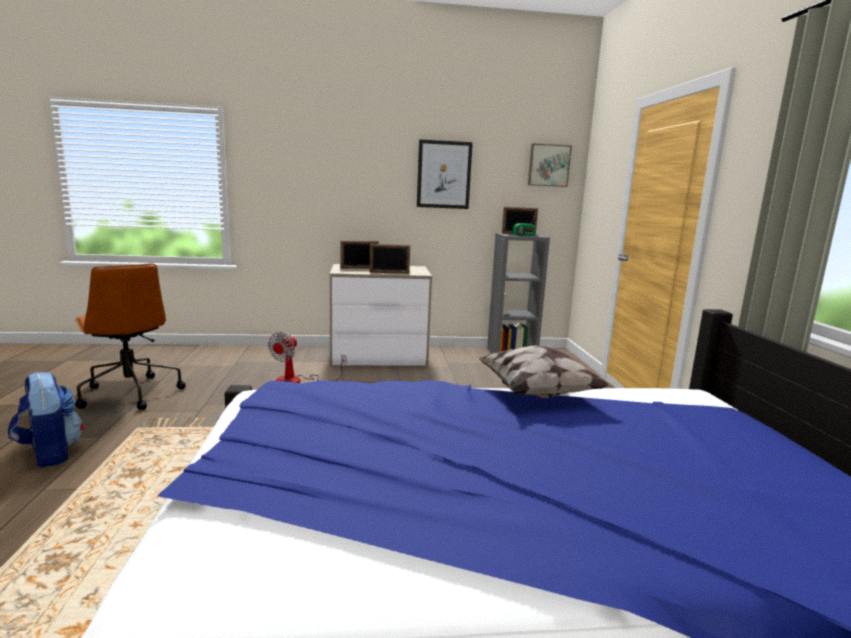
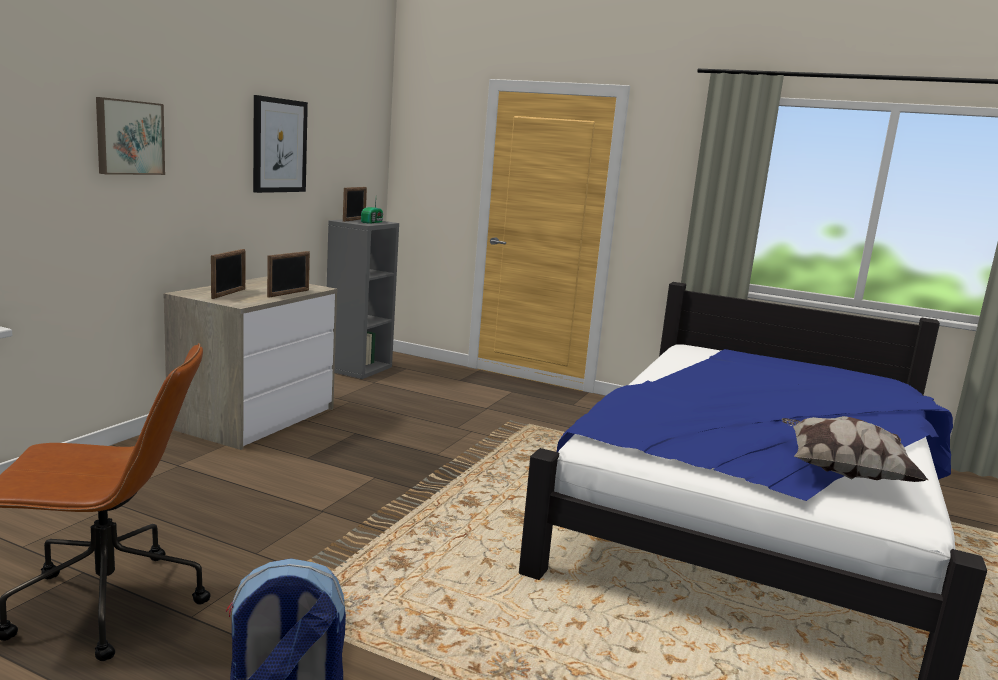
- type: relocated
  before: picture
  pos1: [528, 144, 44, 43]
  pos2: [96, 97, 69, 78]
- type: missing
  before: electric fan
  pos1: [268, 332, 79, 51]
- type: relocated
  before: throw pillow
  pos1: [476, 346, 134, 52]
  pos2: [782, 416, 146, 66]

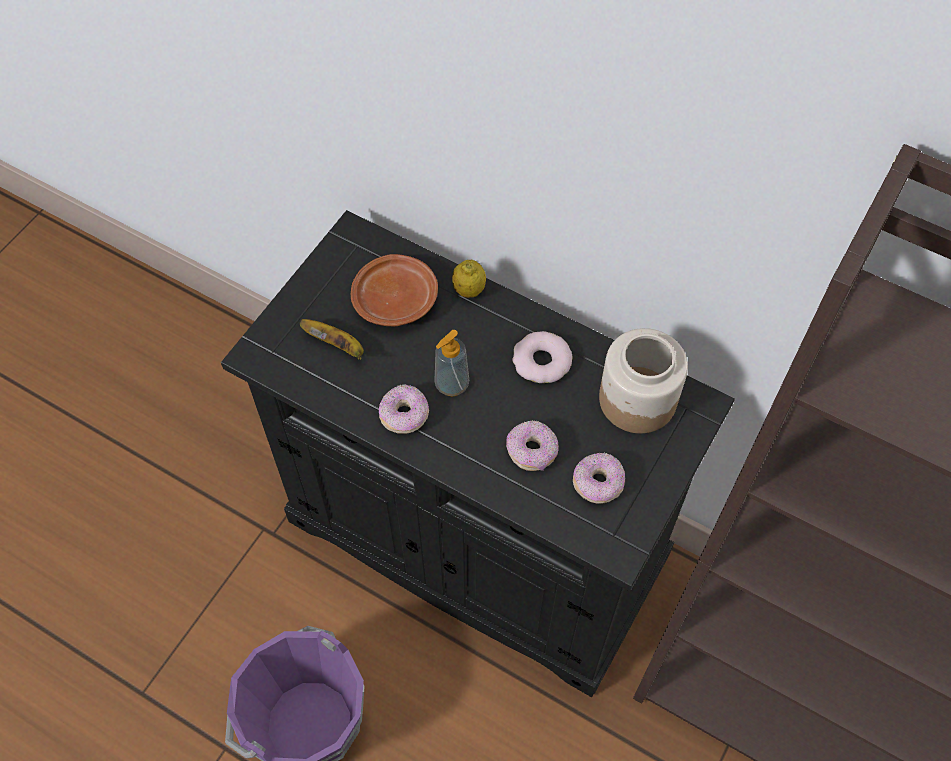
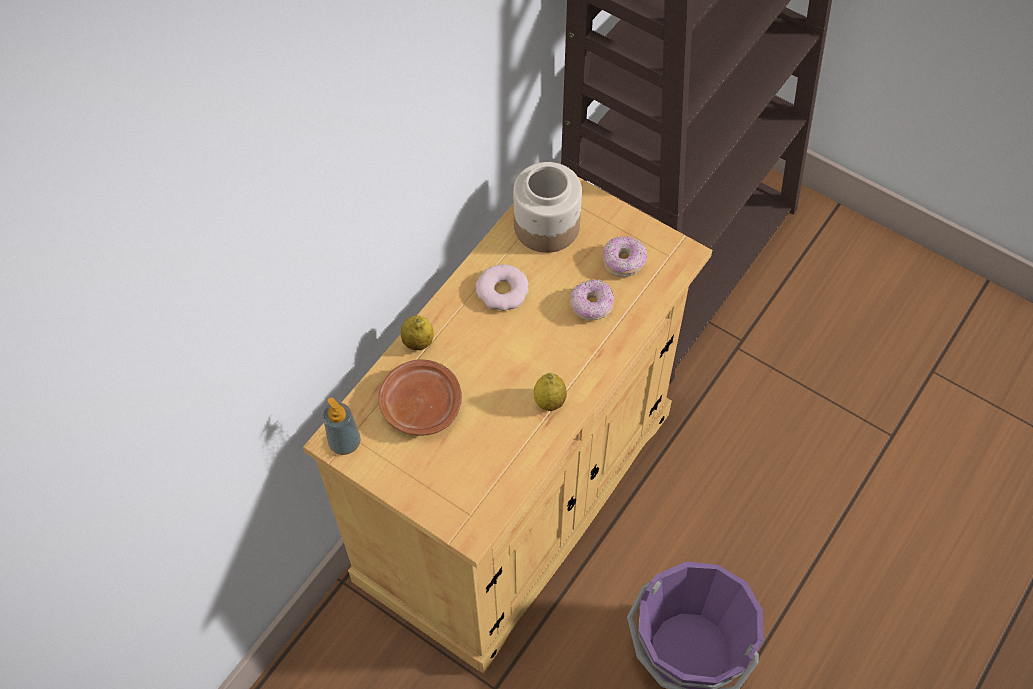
- type: colour
  before: storage cabinet in blackish
  after: storage cabinet in beige
  pos1: [221, 210, 514, 487]
  pos2: [303, 177, 409, 496]
- type: missing
  before: whole banana
  pos1: [299, 319, 65, 41]
- type: relocated
  before: liquid soap bottle
  pos1: [434, 330, 35, 66]
  pos2: [323, 397, 38, 58]
- type: exchanged
  before: ring doughnut
  after: lemon
  pos1: [379, 384, 50, 50]
  pos2: [534, 373, 33, 38]

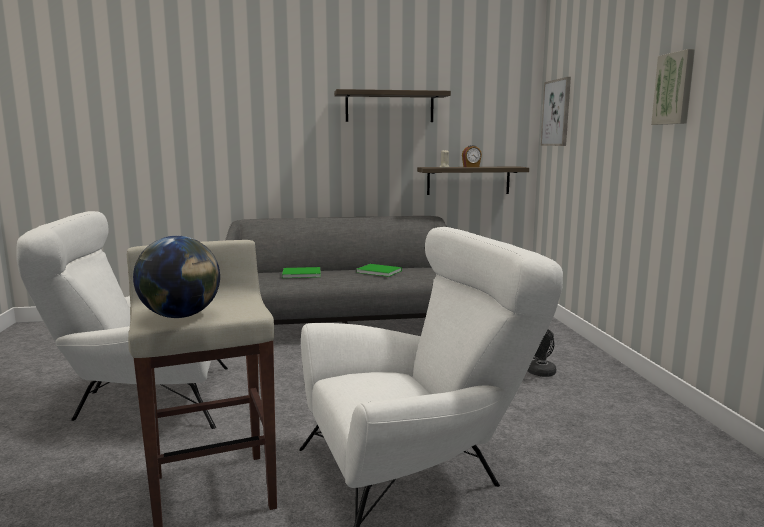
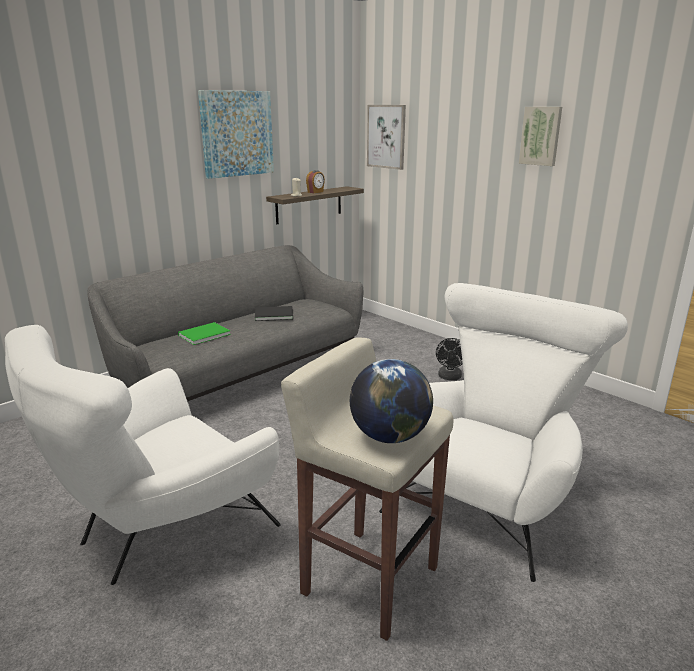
- type: exchanged
  before: bracket shelf
  after: picture
  pos1: [334, 89, 117, 33]
  pos2: [198, 90, 76, 89]
- type: colour
  before: book in green
  after: book in blackish
  pos1: [356, 264, 46, 13]
  pos2: [255, 306, 38, 15]

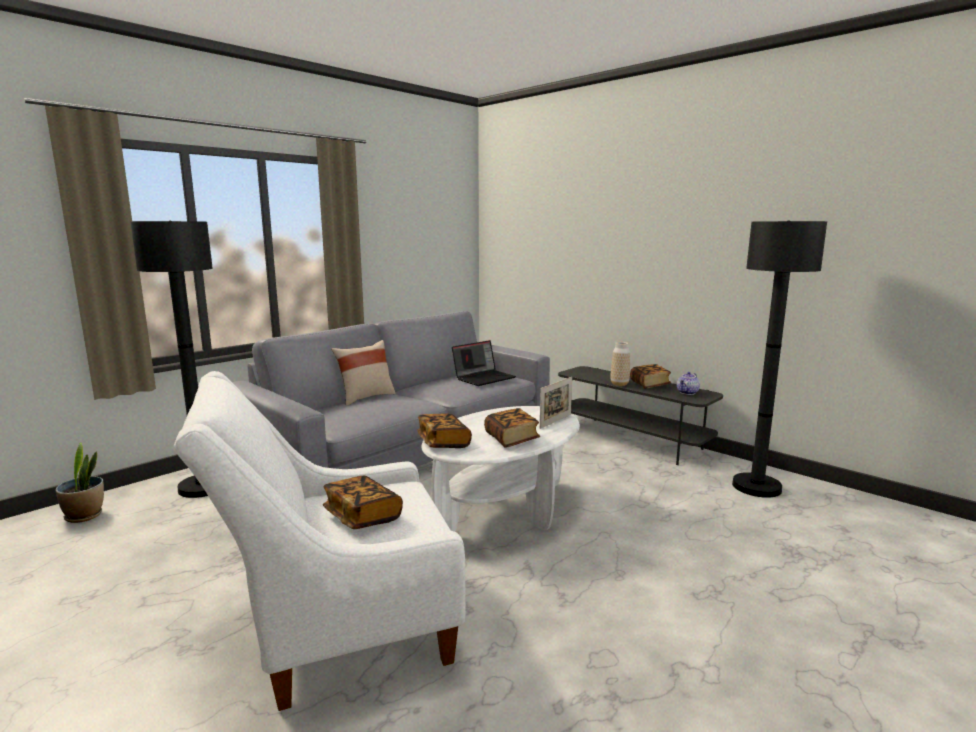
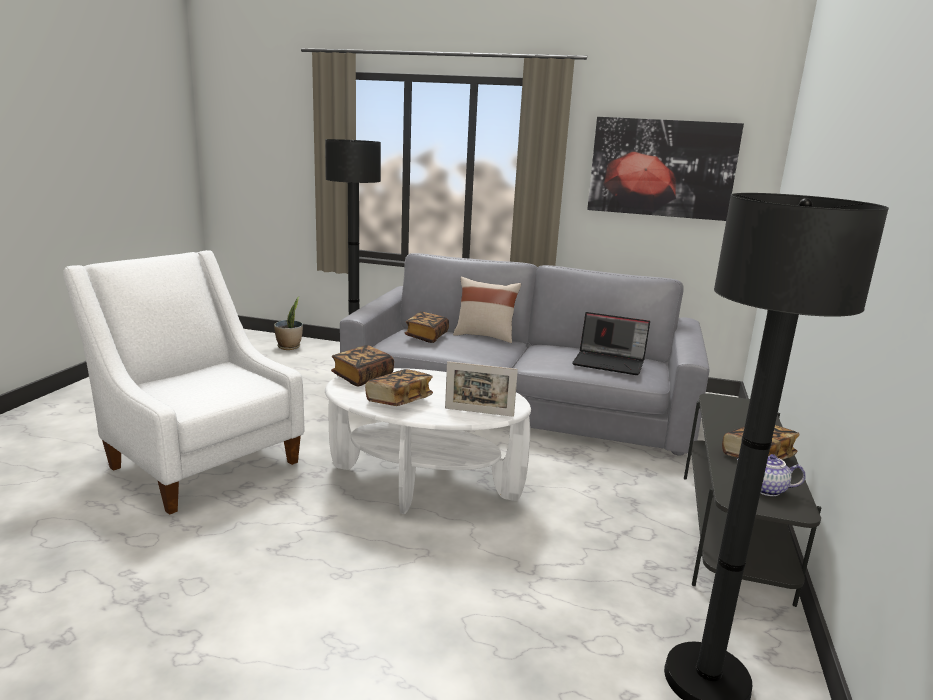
- type: missing
  before: vase
  pos1: [610, 342, 20, 44]
- type: relocated
  before: book
  pos1: [323, 476, 80, 53]
  pos2: [405, 312, 44, 31]
- type: appeared
  after: picture
  pos2: [587, 117, 157, 104]

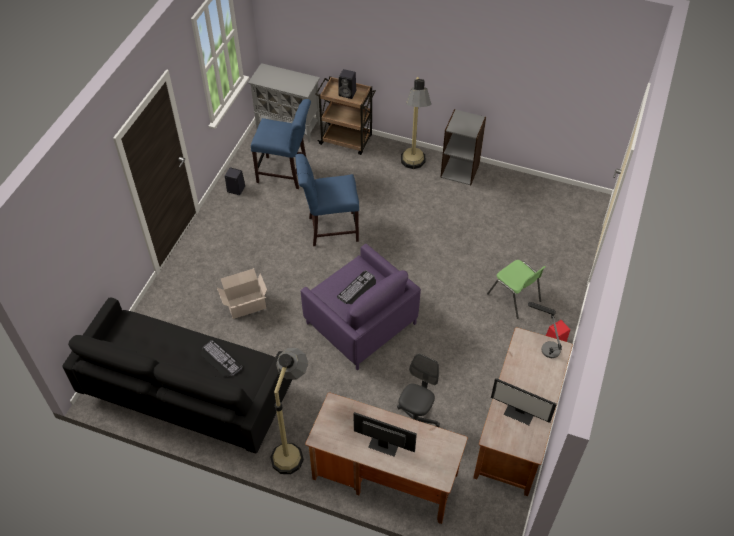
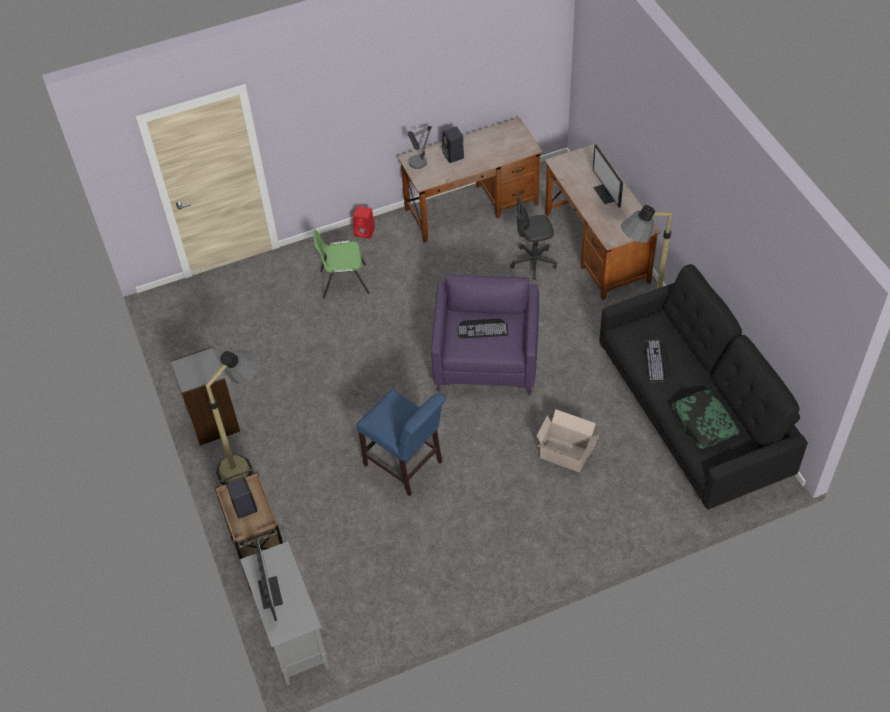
- type: missing
  before: upright chair in bluish
  pos1: [251, 99, 60, 90]
- type: relocated
  before: audio speaker in blackish
  pos1: [225, 167, 20, 28]
  pos2: [442, 127, 22, 36]
- type: spun
  before: upright chair in green
  pos1: [487, 260, 58, 59]
  pos2: [313, 230, 57, 69]
  turn: -105
- type: relocated
  before: computer screen
  pos1: [491, 378, 66, 47]
  pos2: [254, 535, 29, 86]
- type: appeared
  after: throw pillow
  pos2: [671, 390, 68, 59]

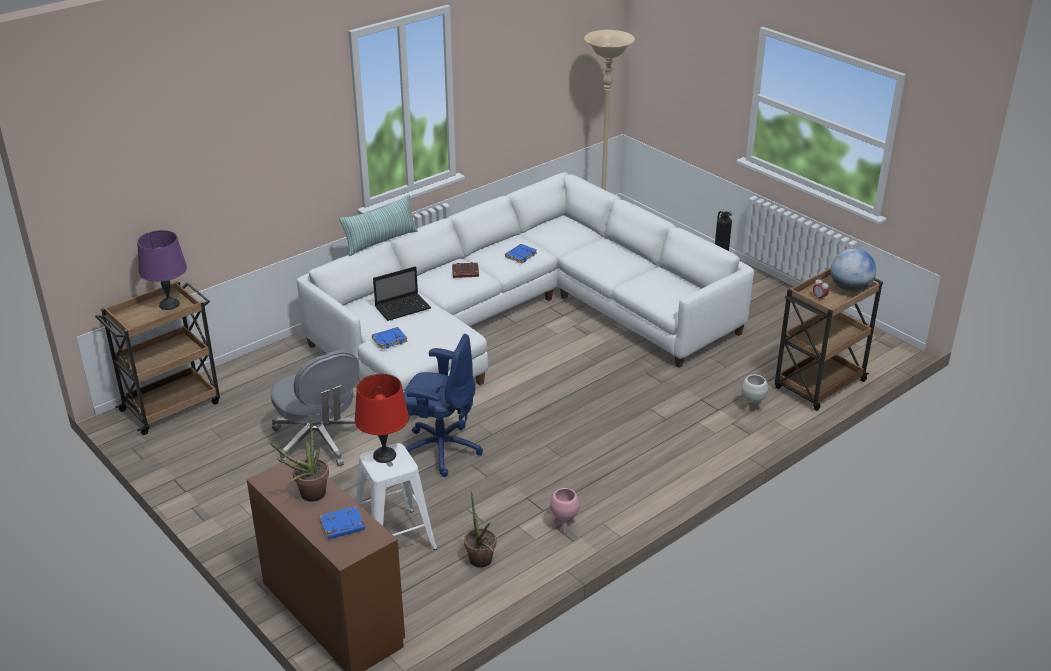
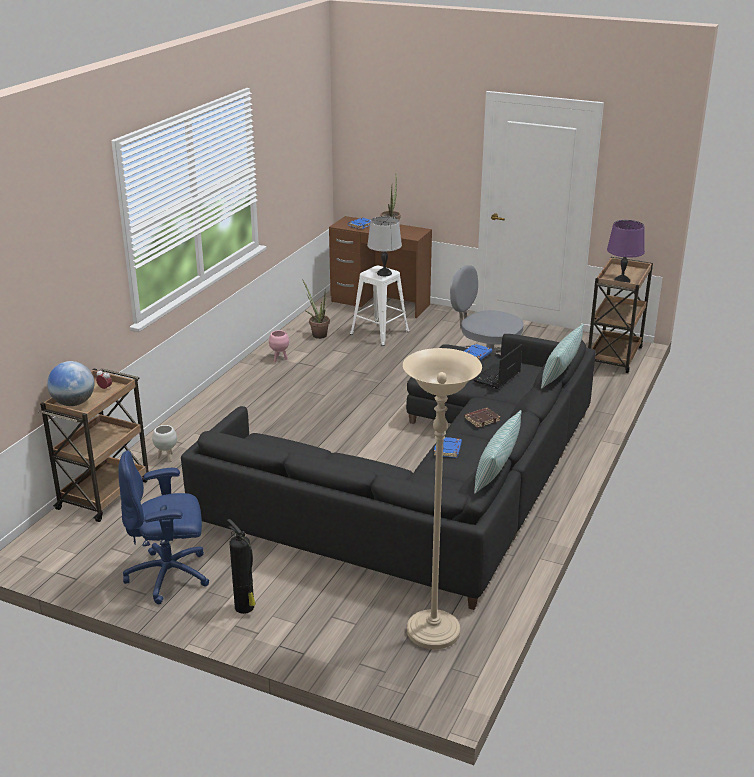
- type: colour
  before: sofa in white
  after: sofa in blackish
  pos1: [297, 172, 457, 221]
  pos2: [181, 334, 415, 276]
- type: relocated
  before: office chair in bluish
  pos1: [404, 334, 79, 143]
  pos2: [118, 450, 91, 154]
- type: colour
  before: lamp for a table in reddish
  after: lamp for a table in grey
  pos1: [355, 374, 54, 89]
  pos2: [367, 216, 35, 60]
- type: appeared
  after: throw pillow
  pos2: [474, 410, 48, 84]

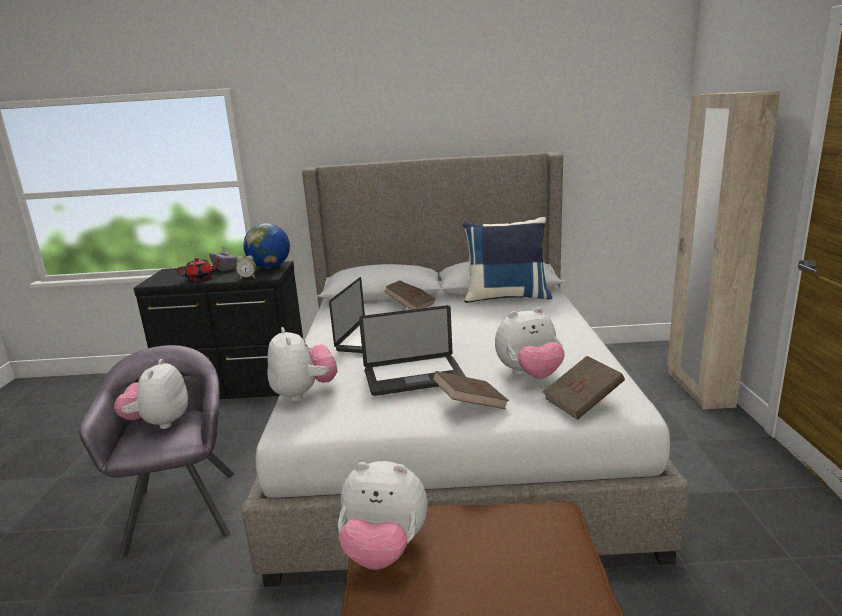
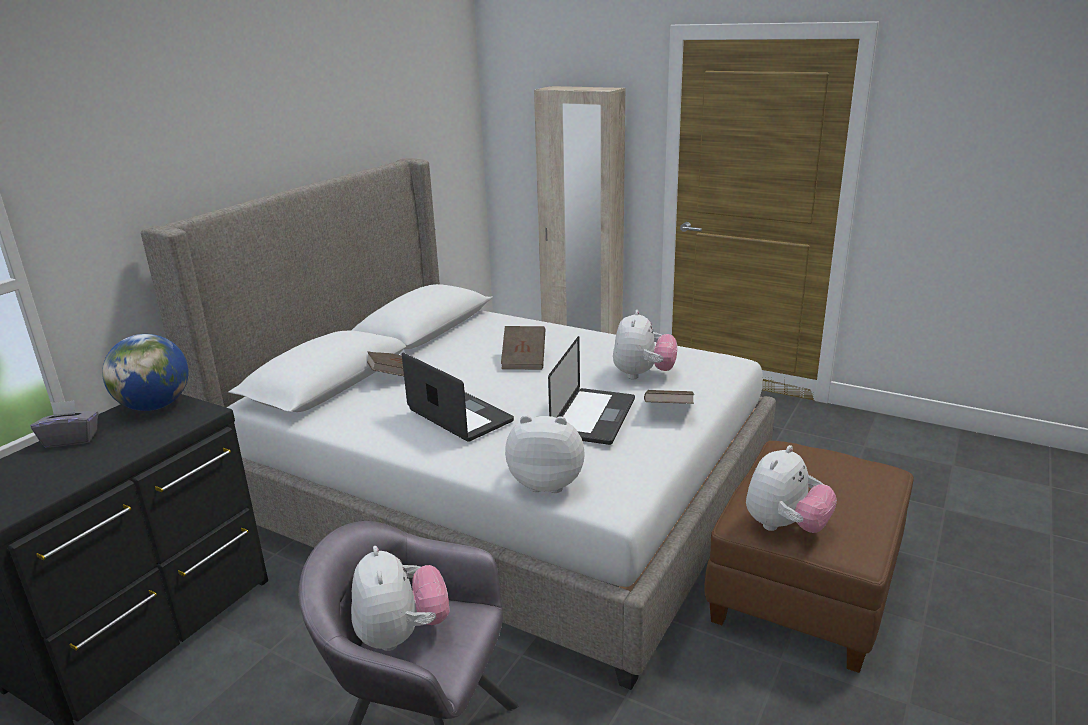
- type: missing
  before: throw pillow in bluish
  pos1: [463, 217, 89, 86]
- type: missing
  before: bedside clock
  pos1: [236, 255, 20, 25]
- type: missing
  before: teapot in reddish
  pos1: [177, 258, 43, 23]
- type: relocated
  before: book in brown
  pos1: [543, 356, 82, 63]
  pos2: [501, 326, 44, 43]
- type: spun
  before: cuddly toy
  pos1: [114, 359, 74, 70]
  pos2: [351, 546, 99, 105]
  turn: -135

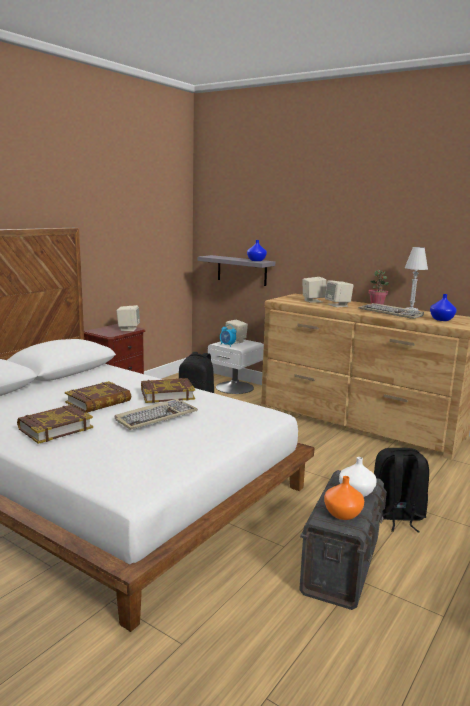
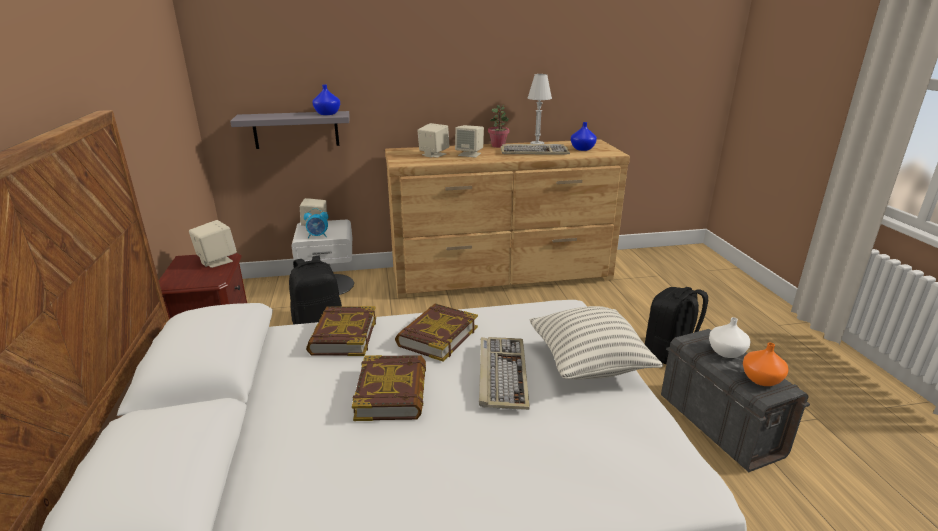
- type: relocated
  before: book
  pos1: [17, 405, 76, 39]
  pos2: [306, 306, 70, 50]
- type: appeared
  after: throw pillow
  pos2: [530, 306, 133, 74]

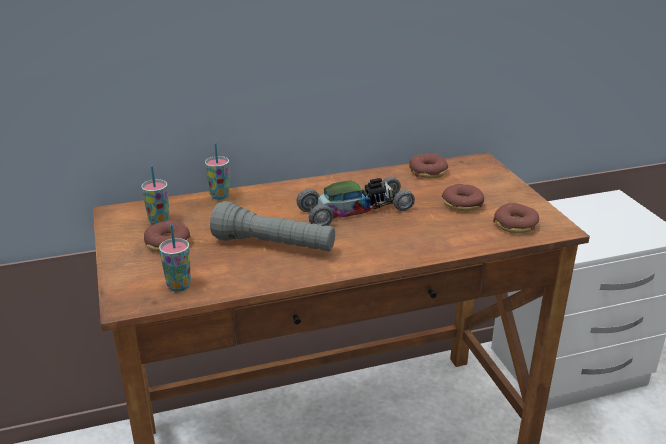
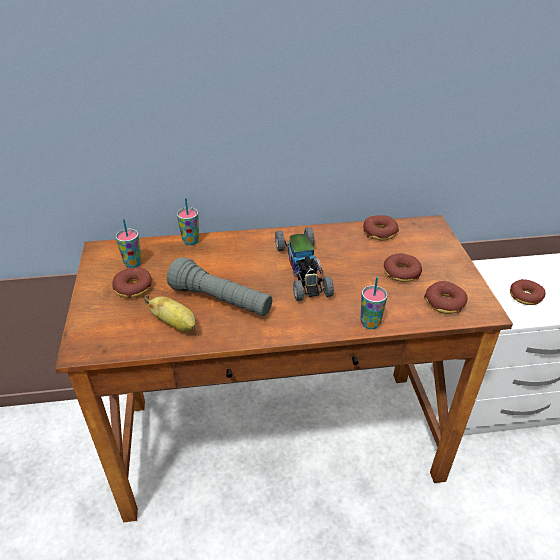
- type: spun
  before: model car
  pos1: [296, 177, 119, 49]
  pos2: [275, 227, 59, 74]
  turn: 90
- type: relocated
  before: small cup
  pos1: [159, 224, 32, 68]
  pos2: [361, 277, 27, 52]
- type: appeared
  after: ring doughnut
  pos2: [510, 279, 36, 26]
- type: appeared
  after: whole banana
  pos2: [144, 295, 52, 37]

